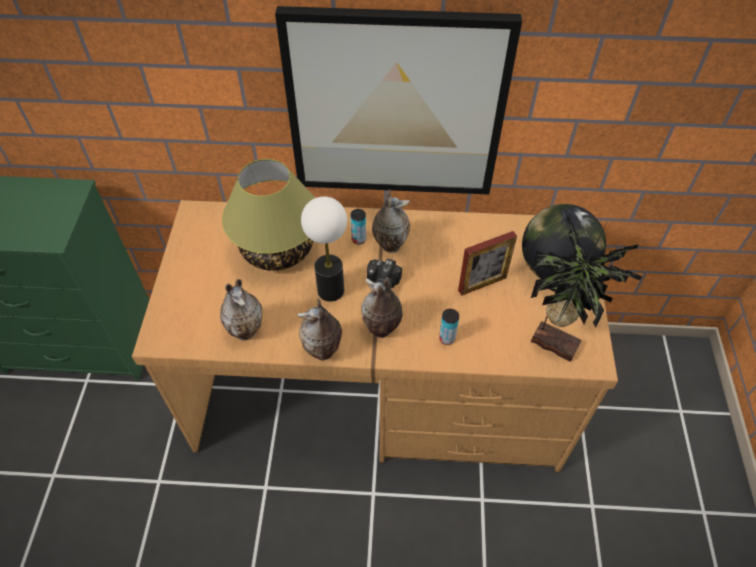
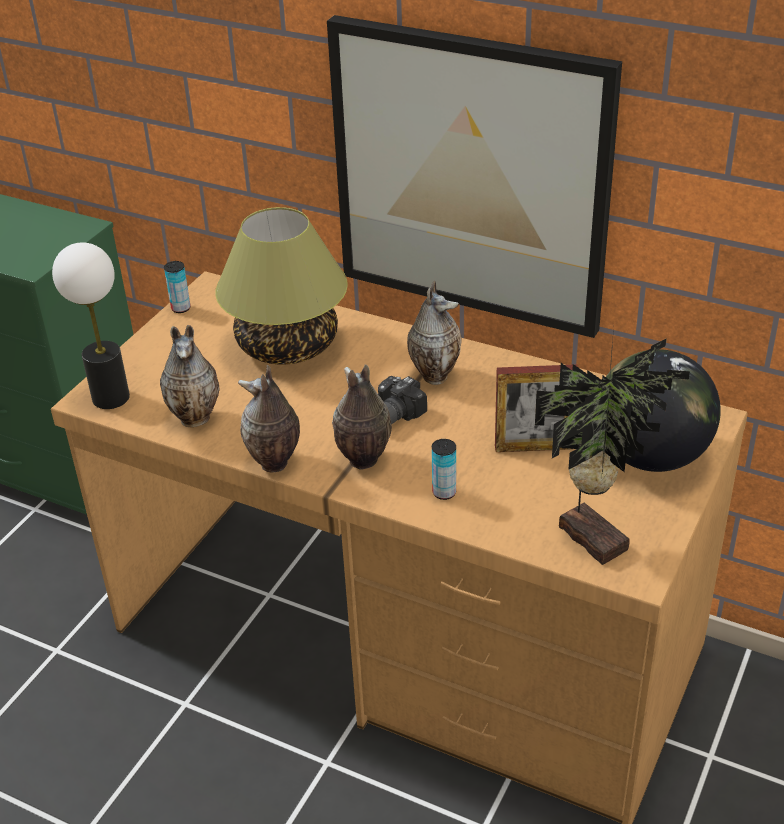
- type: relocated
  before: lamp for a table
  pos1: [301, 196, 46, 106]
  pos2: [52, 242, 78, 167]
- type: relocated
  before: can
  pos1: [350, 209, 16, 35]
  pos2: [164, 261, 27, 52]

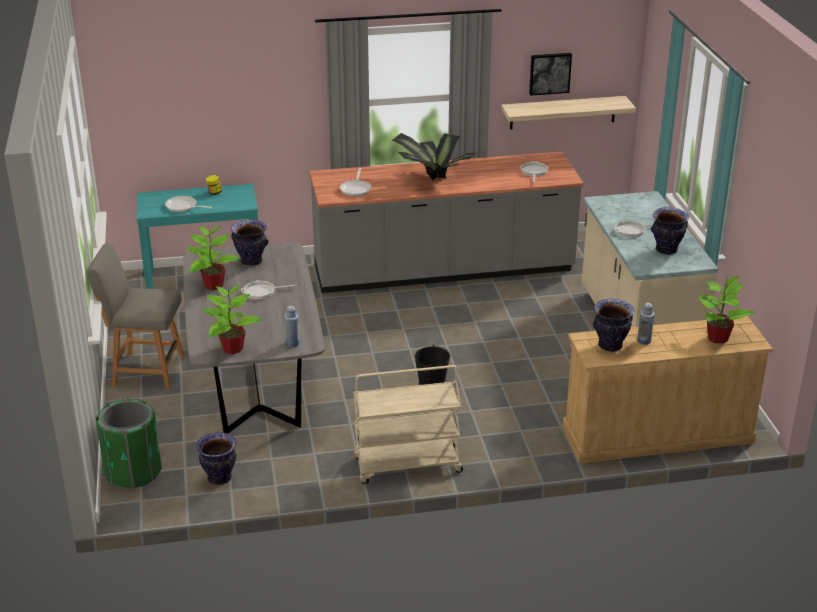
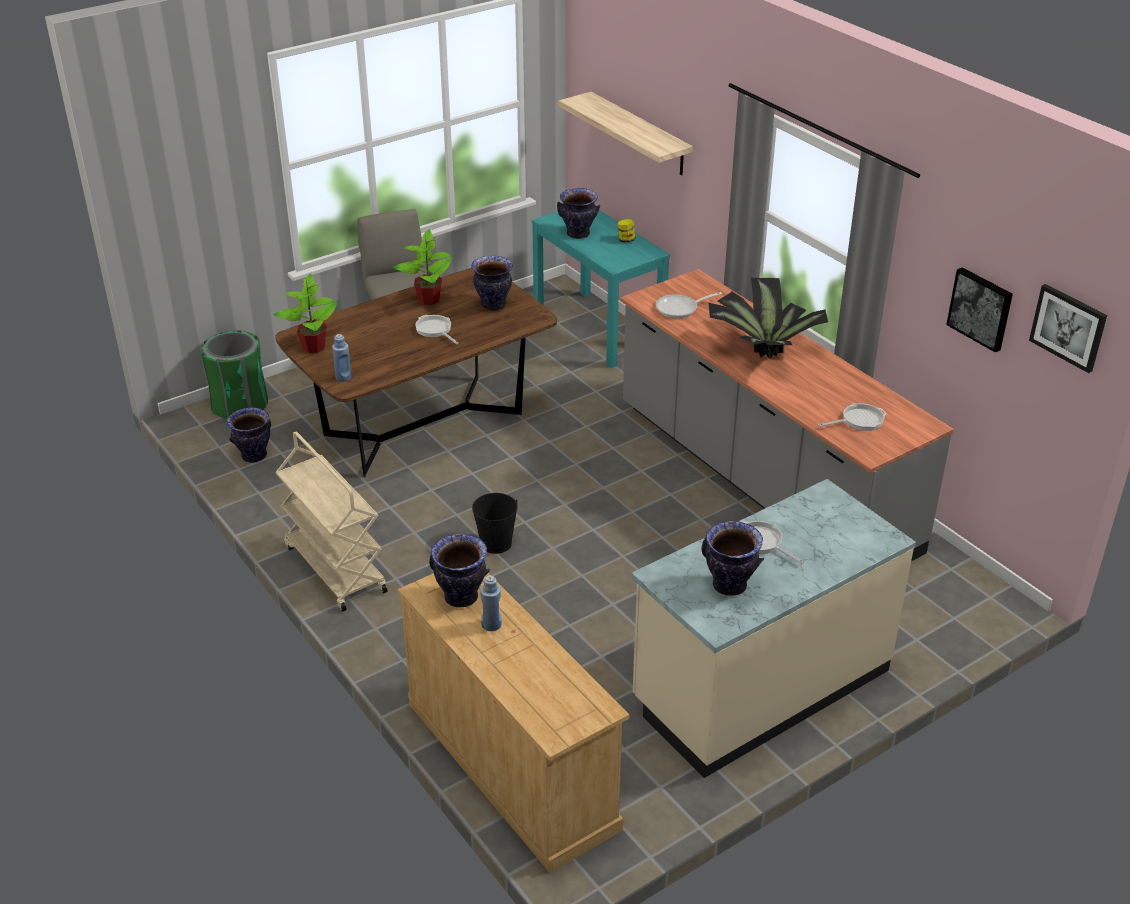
- type: relocated
  before: bracket shelf
  pos1: [501, 96, 135, 34]
  pos2: [558, 92, 135, 83]
- type: exchanged
  before: pan
  after: vase
  pos1: [165, 196, 47, 16]
  pos2: [557, 188, 43, 51]
- type: colour
  before: dining table in grey
  after: dining table in brown
  pos1: [183, 243, 142, 191]
  pos2: [275, 268, 282, 209]
- type: missing
  before: plant in a pot
  pos1: [699, 276, 56, 68]
- type: appeared
  after: picture
  pos2: [1029, 284, 78, 89]

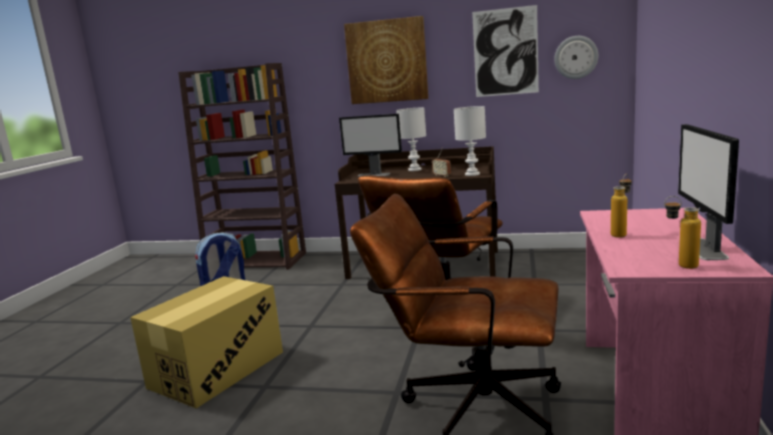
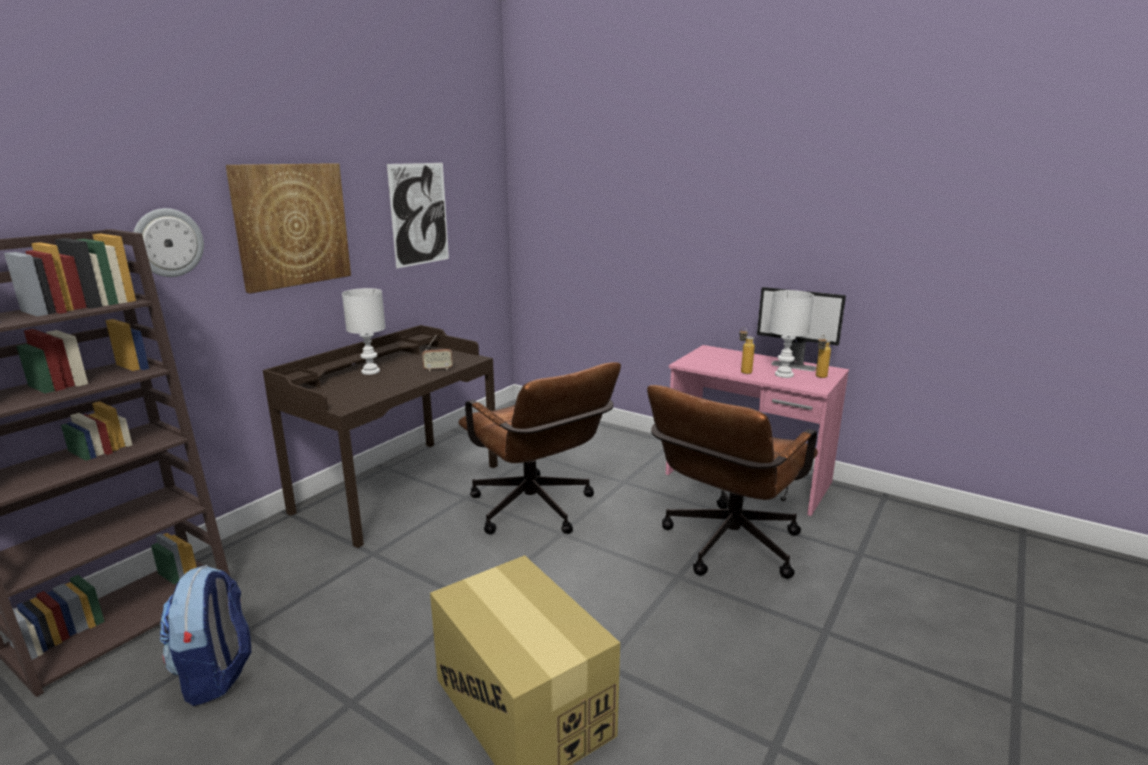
- type: relocated
  before: hanging clock
  pos1: [554, 36, 44, 43]
  pos2: [134, 208, 70, 69]
- type: relocated
  before: lamp for a table in white
  pos1: [454, 106, 32, 70]
  pos2: [769, 290, 45, 88]
- type: missing
  before: computer screen
  pos1: [339, 114, 63, 63]

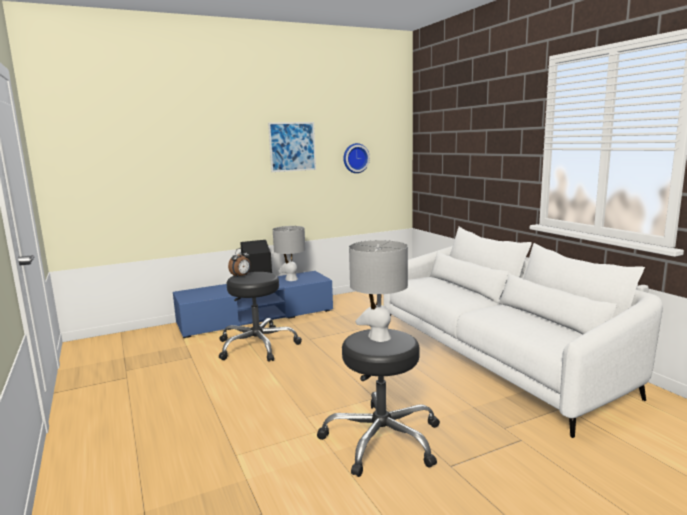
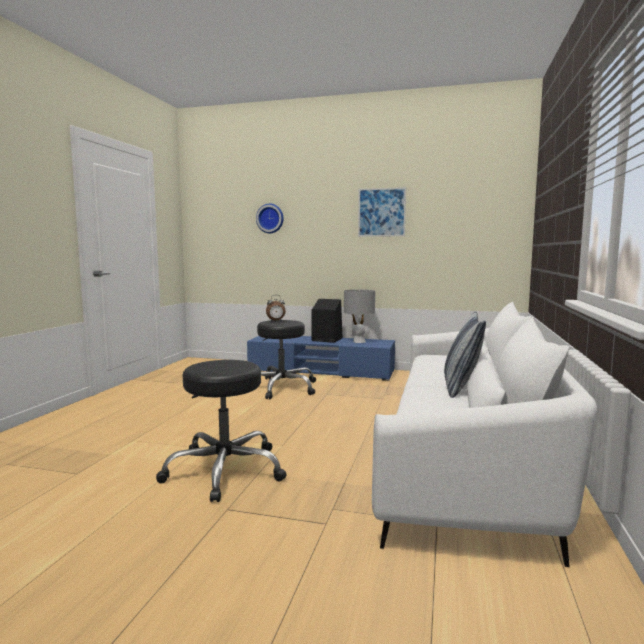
- type: relocated
  before: hanging clock
  pos1: [343, 143, 27, 30]
  pos2: [256, 204, 28, 29]
- type: missing
  before: lamp for a table in grey
  pos1: [349, 240, 59, 102]
- type: appeared
  after: throw pillow
  pos2: [444, 311, 42, 87]

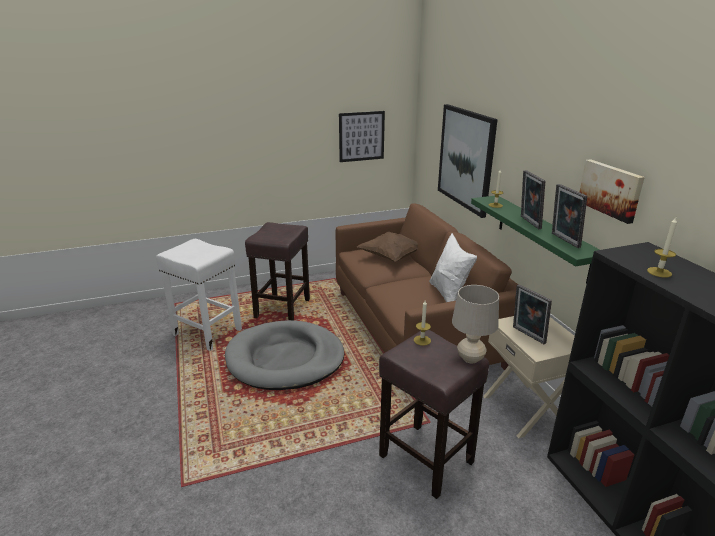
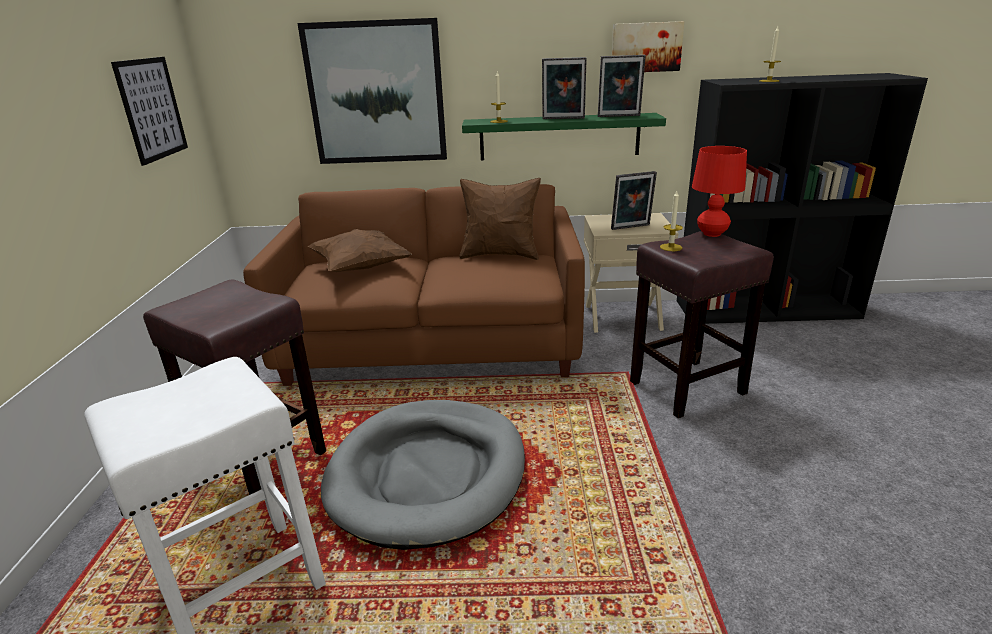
- type: colour
  before: throw pillow in white
  after: throw pillow in brown
  pos1: [429, 233, 48, 69]
  pos2: [459, 178, 82, 82]
- type: colour
  before: lamp for a table in beige
  after: lamp for a table in reddish
  pos1: [452, 285, 47, 78]
  pos2: [692, 146, 55, 91]

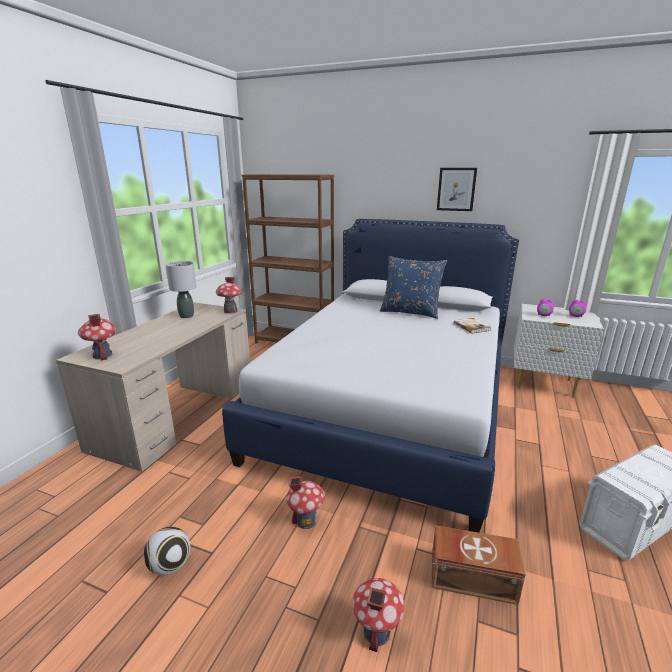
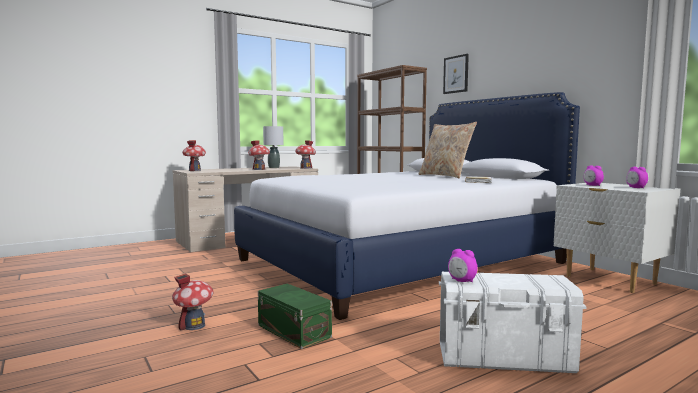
- type: relocated
  before: picture
  pos1: [437, 168, 40, 43]
  pos2: [443, 54, 26, 40]
- type: colour
  before: throw pillow in bluish
  after: throw pillow in beige
  pos1: [380, 256, 67, 63]
  pos2: [418, 122, 59, 56]
- type: relocated
  before: model house
  pos1: [286, 476, 39, 53]
  pos2: [248, 140, 22, 30]
- type: colour
  before: storage box in brown
  after: storage box in green
  pos1: [432, 525, 94, 80]
  pos2: [258, 283, 74, 66]
- type: missing
  before: football ball
  pos1: [144, 527, 46, 48]
- type: appeared
  after: bedside clock
  pos2: [448, 249, 30, 33]

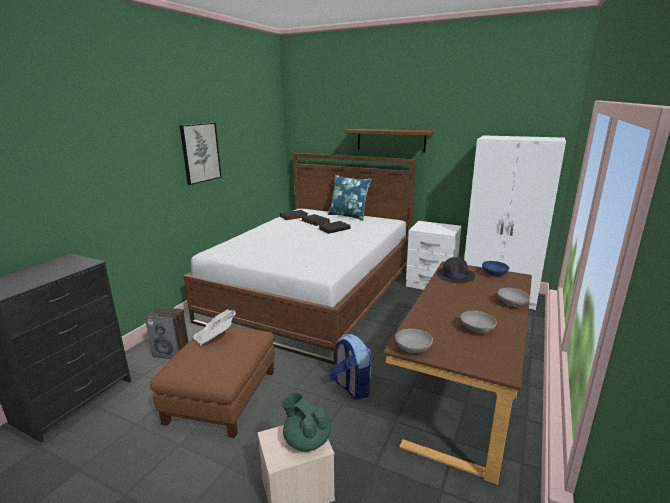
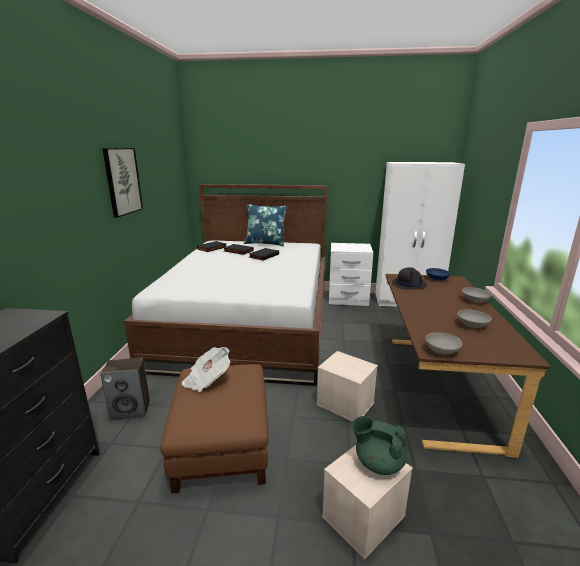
- type: missing
  before: bracket shelf in brown
  pos1: [344, 129, 91, 23]
- type: exchanged
  before: backpack
  after: storage box in beige
  pos1: [329, 334, 43, 66]
  pos2: [317, 351, 61, 71]

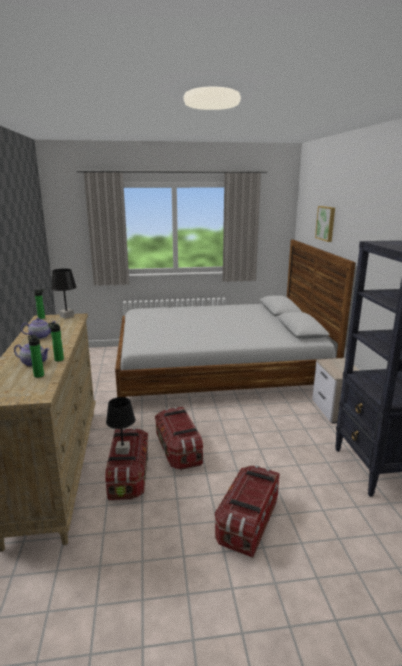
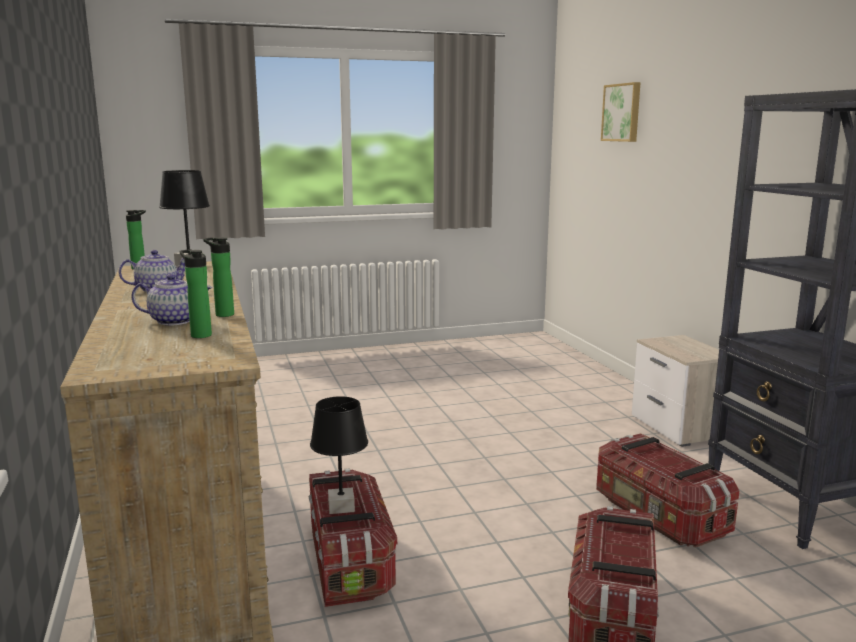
- type: missing
  before: bed
  pos1: [115, 239, 241, 159]
- type: relocated
  before: storage box
  pos1: [155, 407, 48, 63]
  pos2: [596, 433, 143, 115]

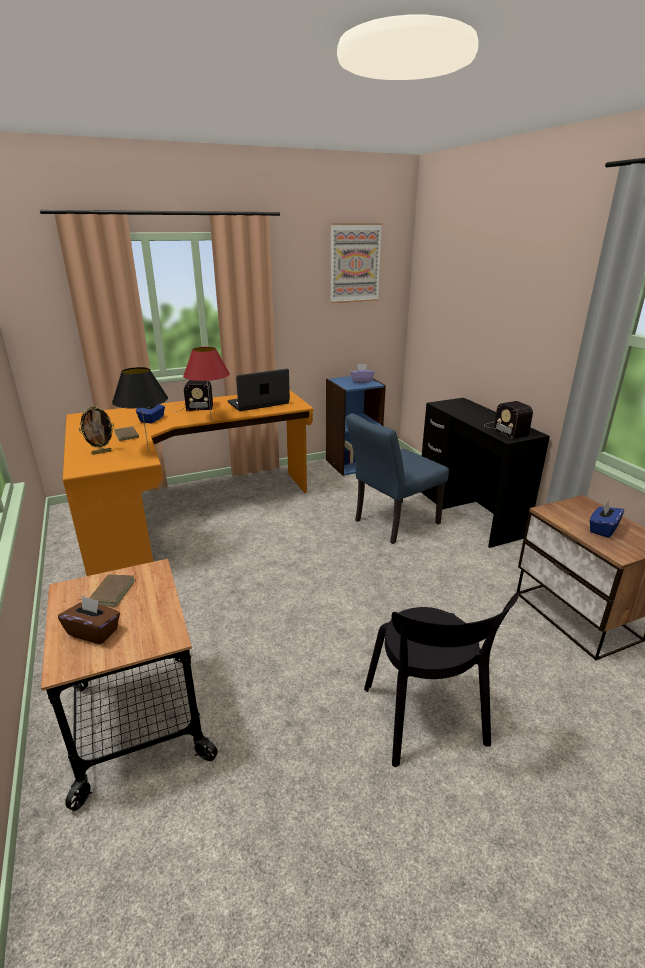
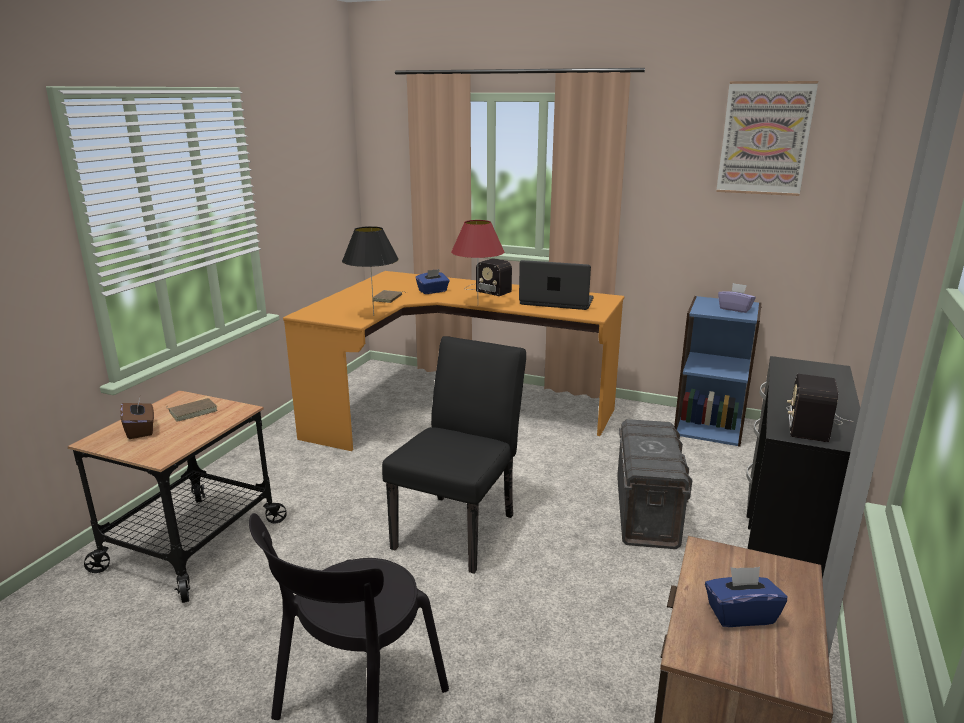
- type: missing
  before: photo frame
  pos1: [79, 406, 35, 49]
- type: exchanged
  before: upright chair in bluish
  after: storage box in grey
  pos1: [346, 413, 103, 131]
  pos2: [617, 419, 75, 130]
- type: appeared
  after: upright chair in blackish
  pos2: [382, 336, 144, 238]

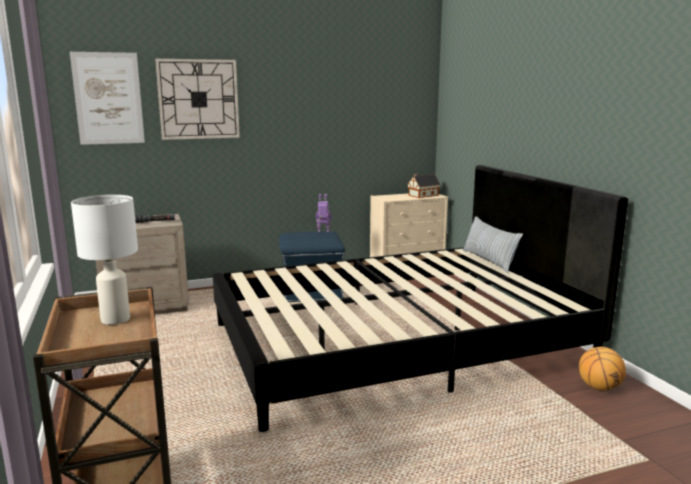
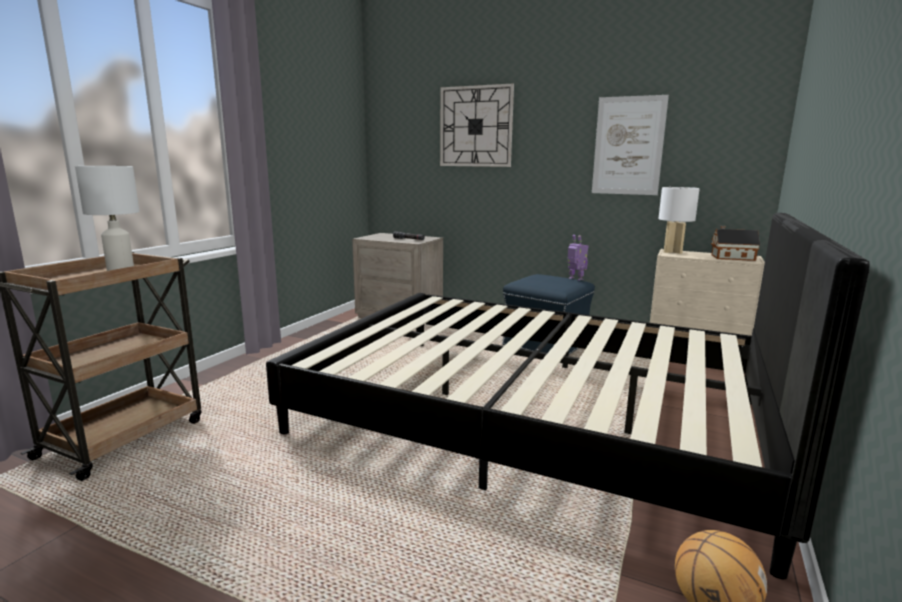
- type: relocated
  before: picture
  pos1: [70, 52, 75, 93]
  pos2: [592, 95, 77, 100]
- type: missing
  before: throw pillow
  pos1: [463, 216, 60, 57]
- type: appeared
  after: lamp for a table in white
  pos2: [658, 187, 42, 67]

